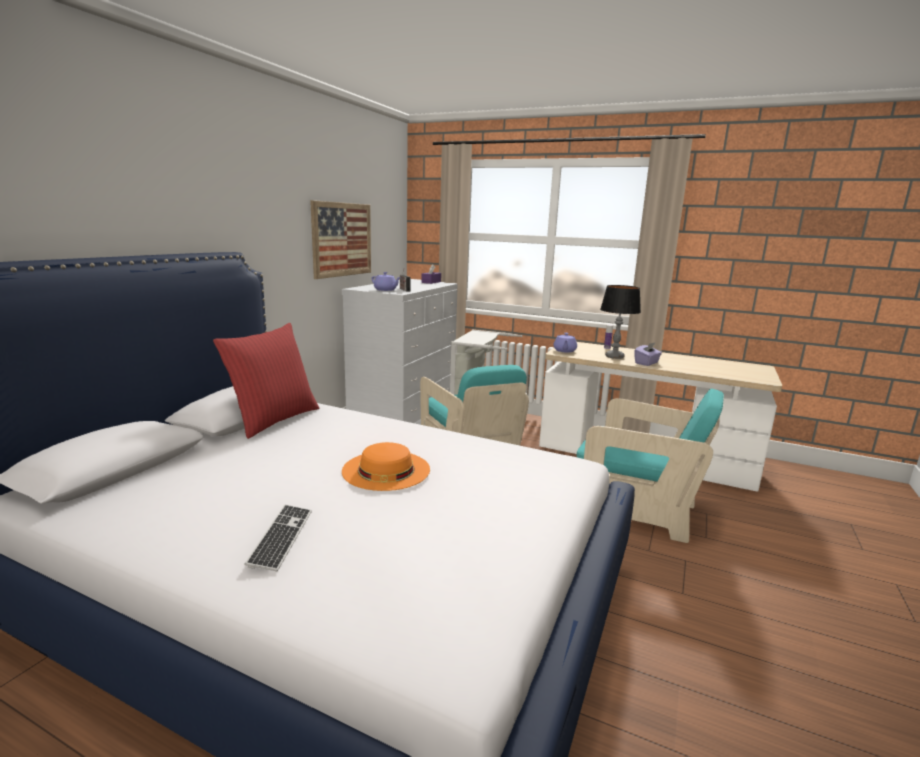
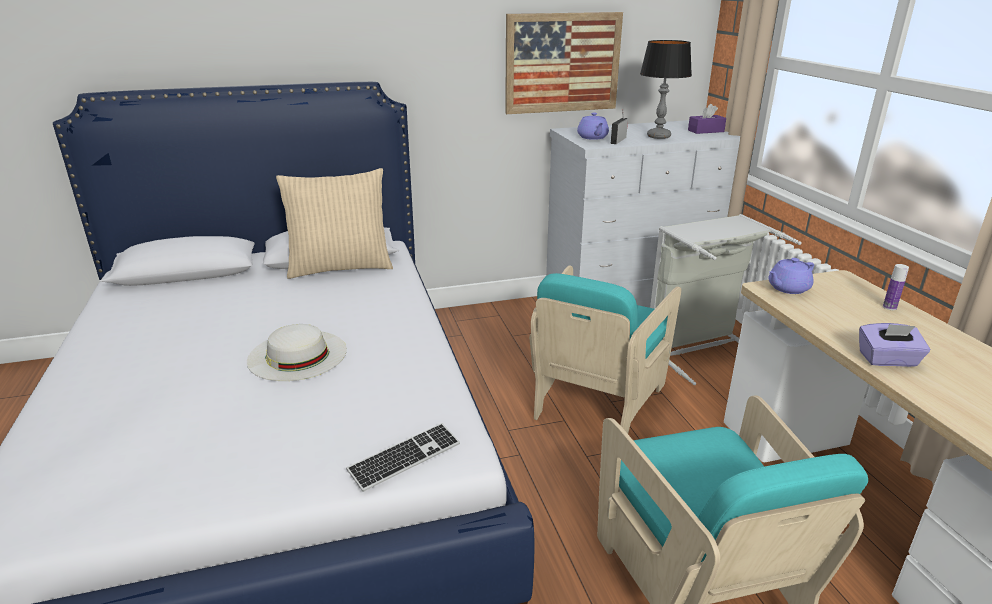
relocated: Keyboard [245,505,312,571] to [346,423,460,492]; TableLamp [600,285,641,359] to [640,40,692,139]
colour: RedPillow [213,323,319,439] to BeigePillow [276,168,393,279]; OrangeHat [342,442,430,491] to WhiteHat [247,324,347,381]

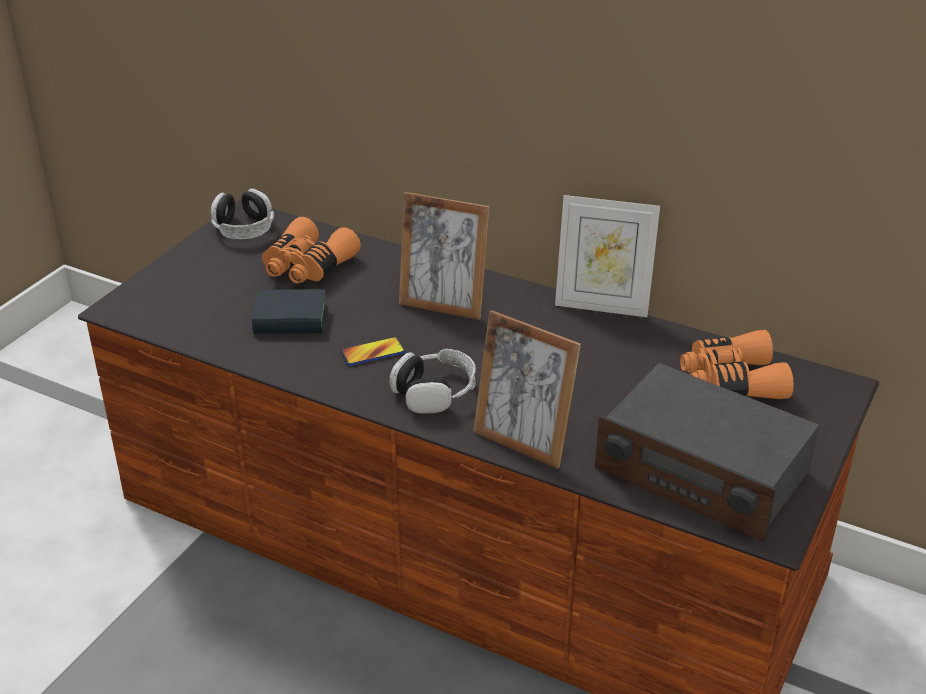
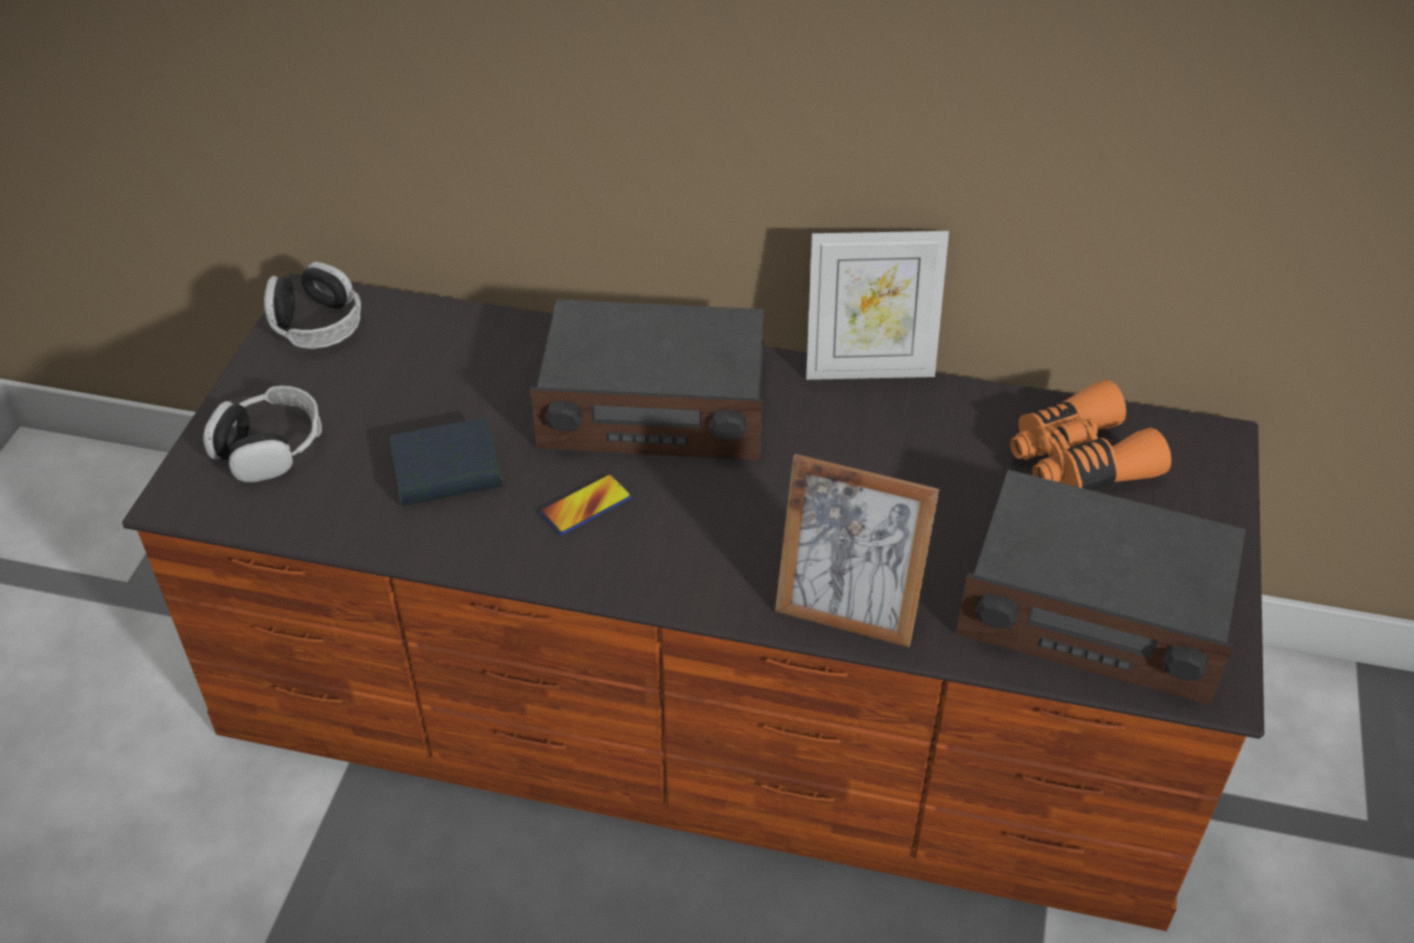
missing: OrangeBinoculars [262,217,361,284]
relocated: Headphones [390,349,476,414] to [203,385,322,482]
exchanged: PictureFrame [399,192,489,320] to Radio [530,299,764,460]

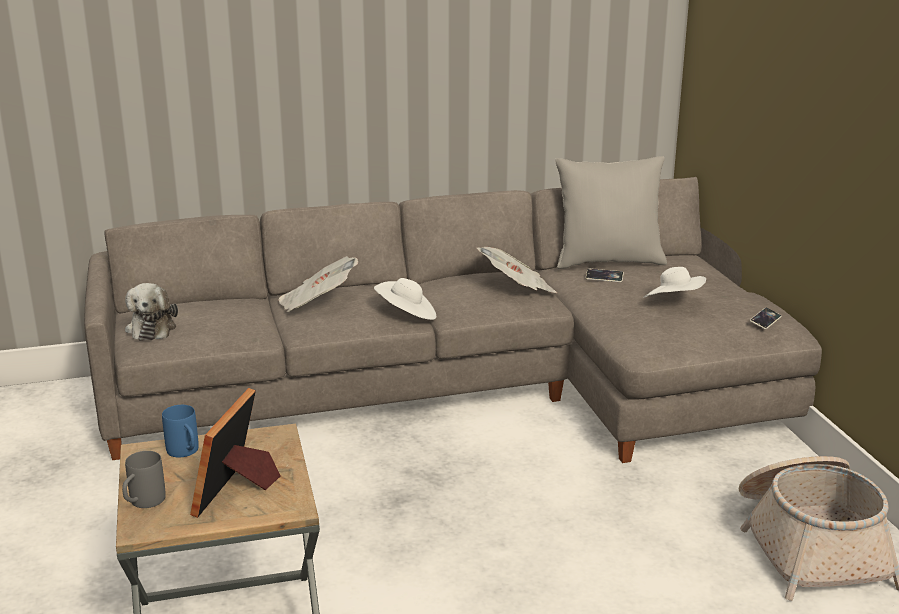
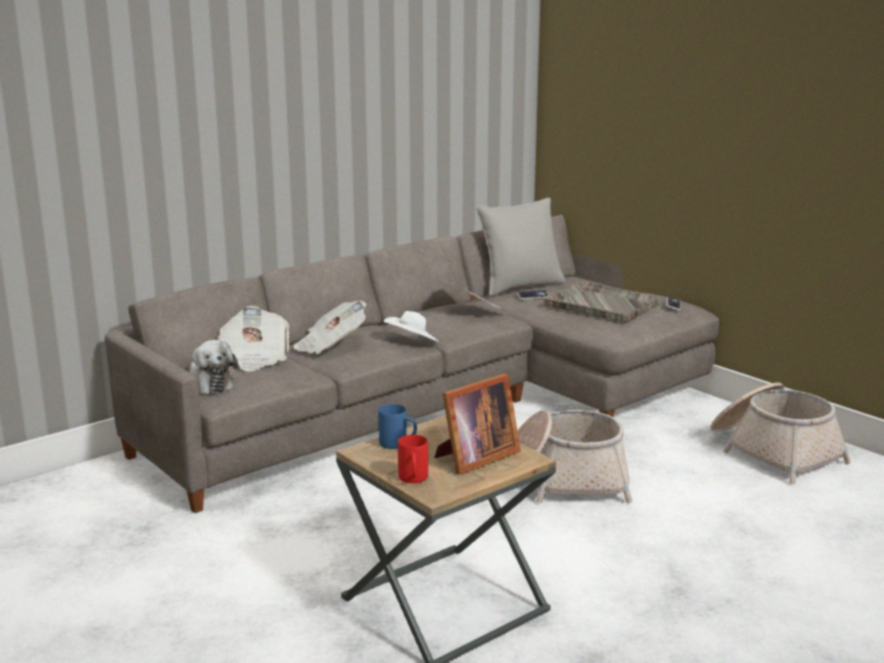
appeared: Newspaper [217,306,289,372]; Basket [517,410,633,503]
exchanged: WhiteHat [643,267,706,298] to GreyTray [545,281,661,322]
colour: GreyMug [122,451,166,508] to RedMug [398,435,428,483]
spun: PictureFrame [190,388,280,518] = [435,374,521,475] 120 degrees counterclockwise

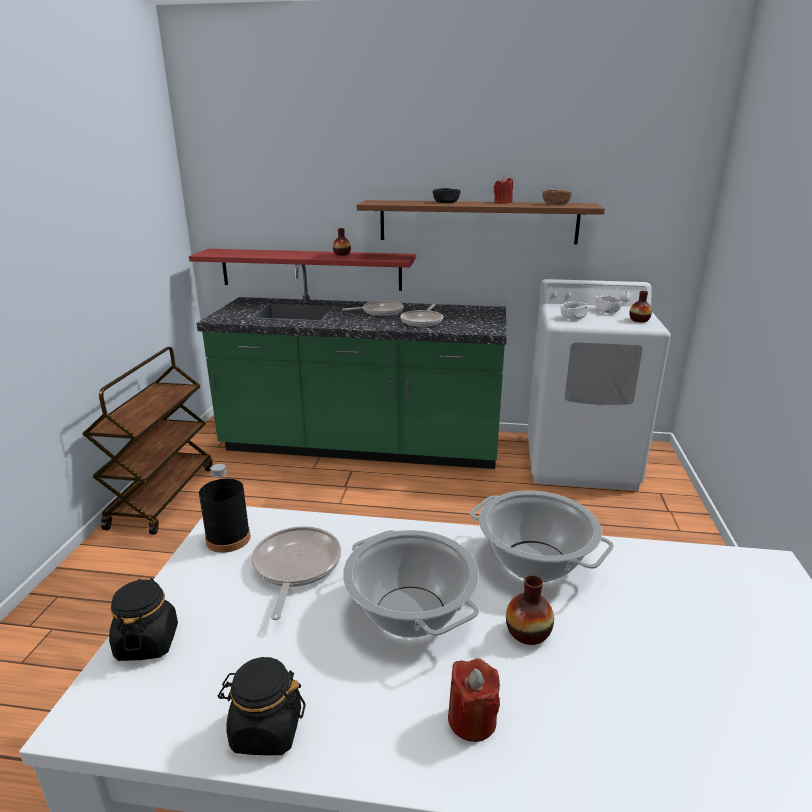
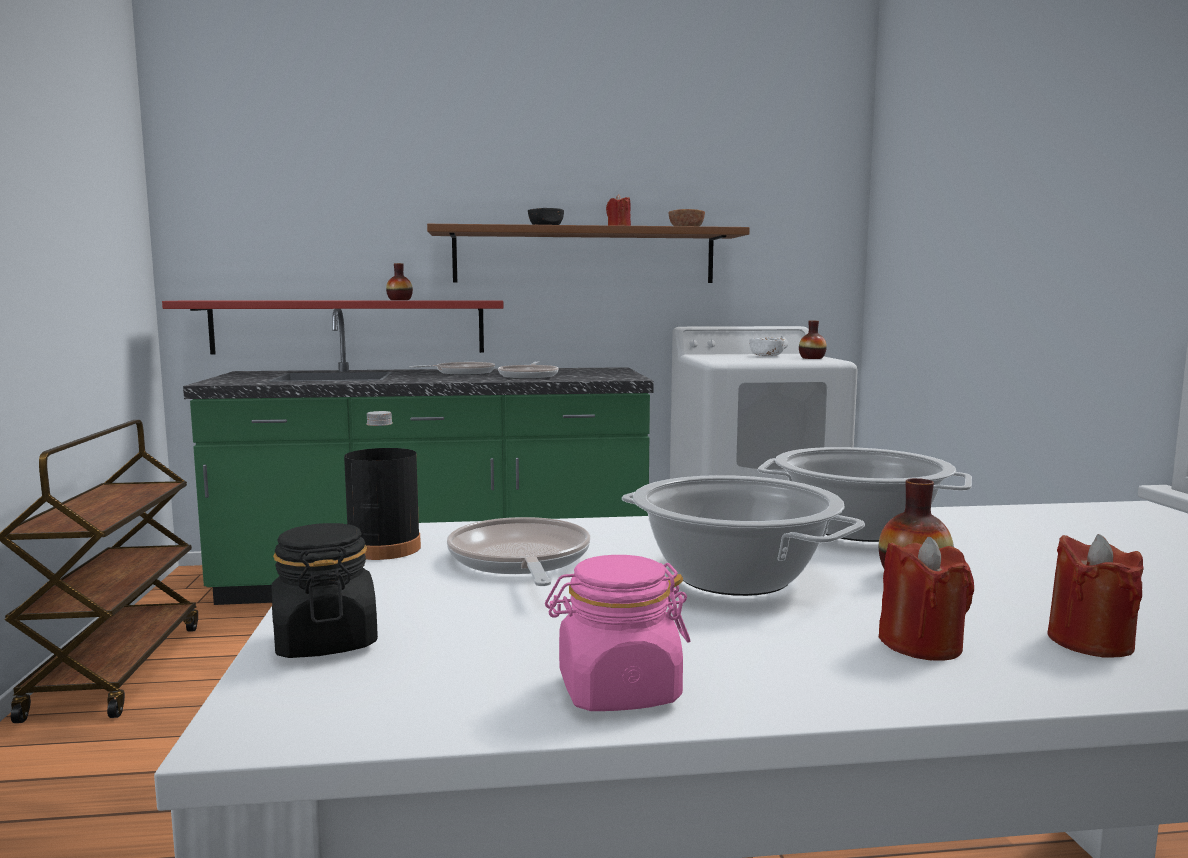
missing: WhiteBowl [561,301,589,319]
appeared: RedCandle [1048,534,1144,658]
colour: BlackJar [218,657,306,755] to PinkJar [545,555,690,711]

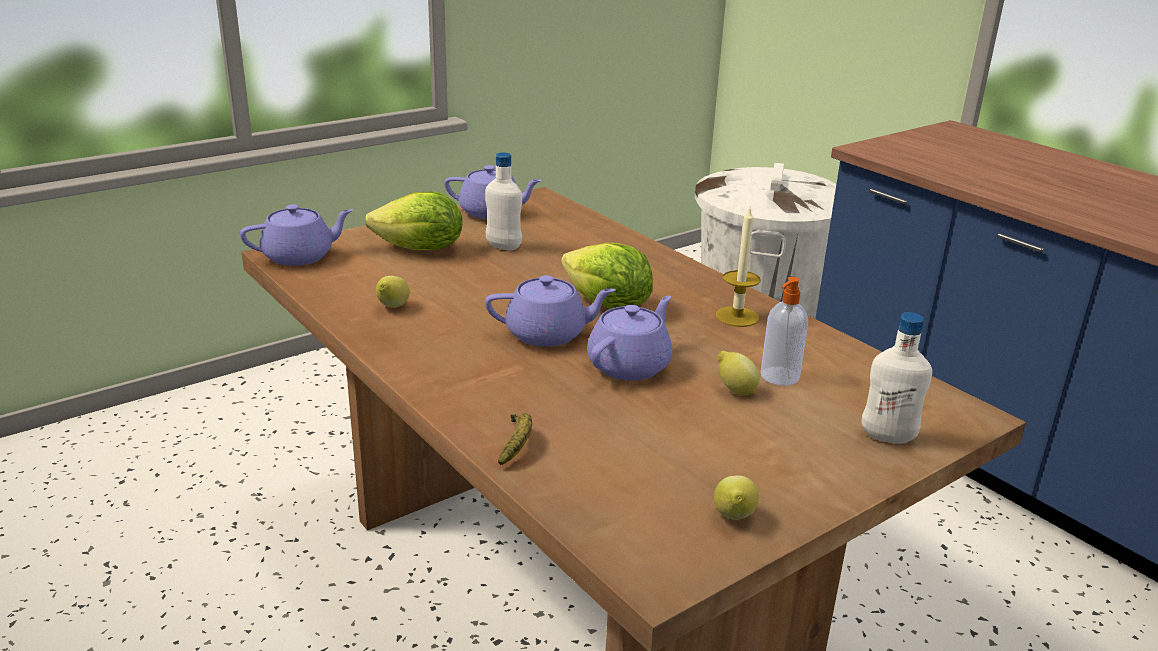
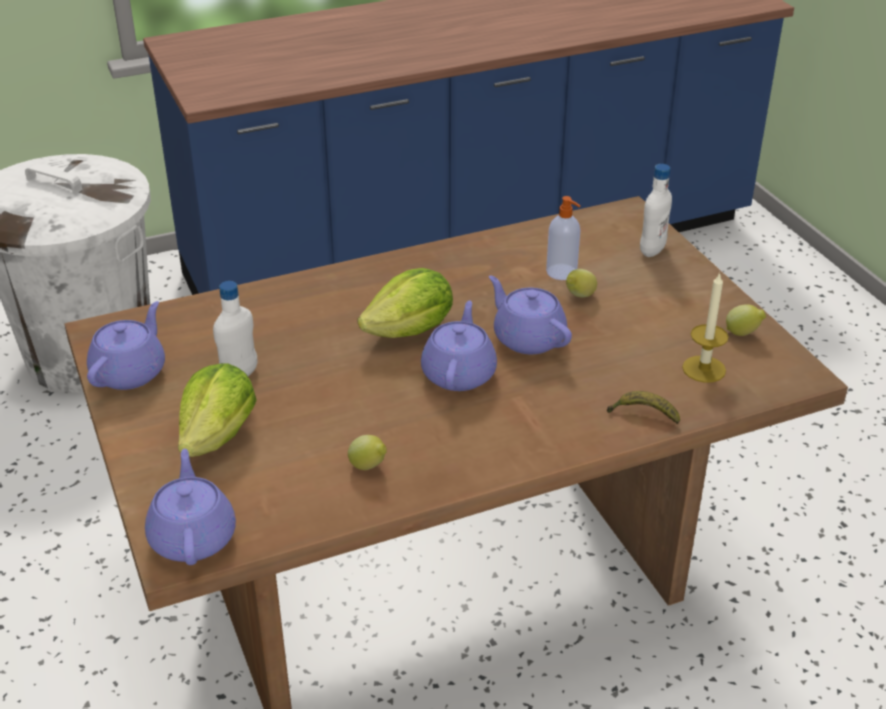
relocated: Candle [716,208,761,327] to [682,272,729,383]

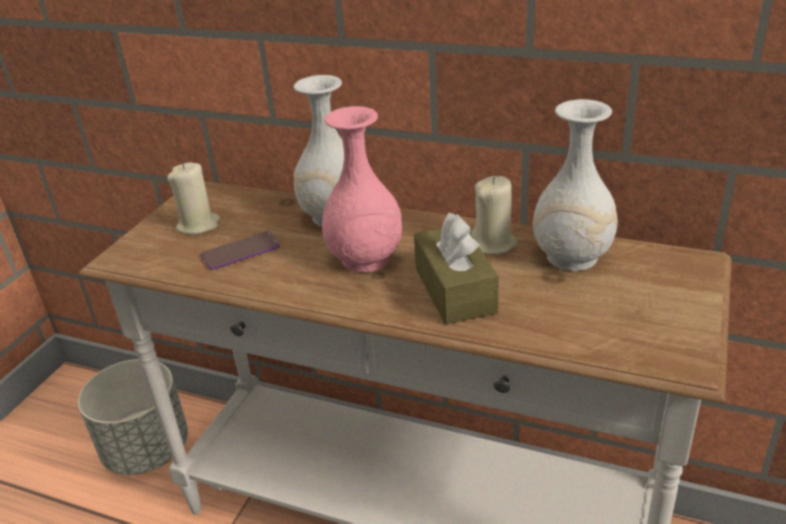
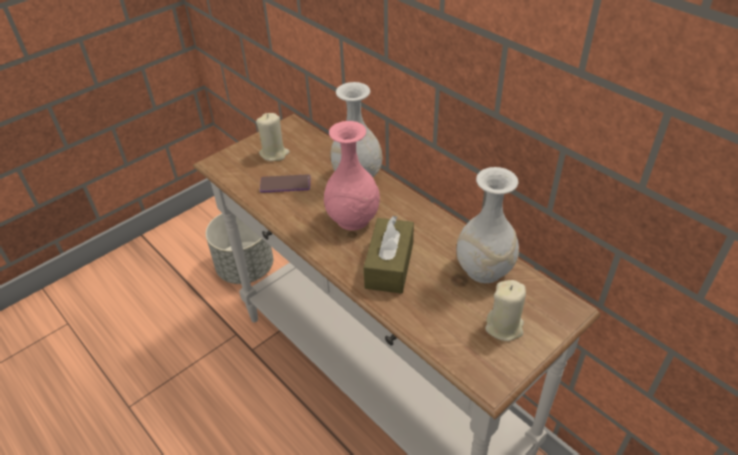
relocated: BeigeCandle [471,176,517,255] to [485,280,526,341]

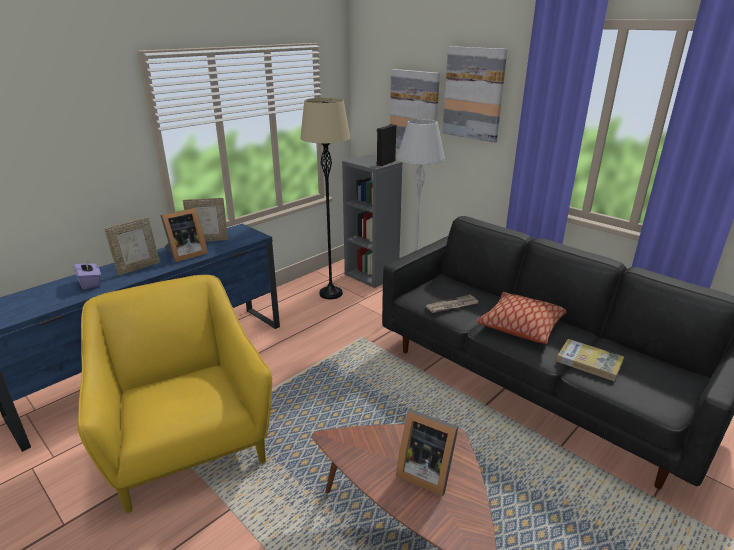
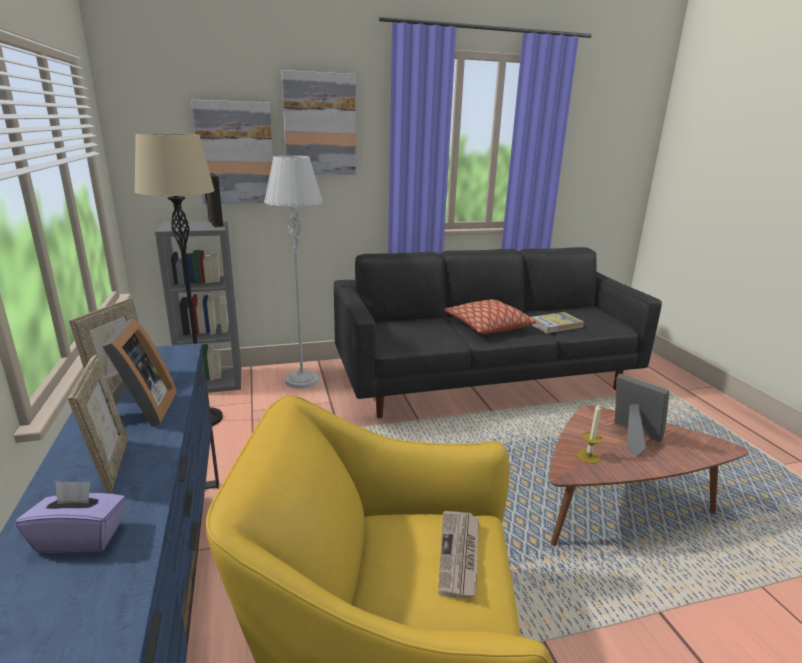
appeared: Candle [577,404,603,464]
relocated: Newspaper [426,295,479,313] to [438,511,479,599]
spun: PictureFrame [396,409,458,496] = [615,374,669,457] 105 degrees counterclockwise

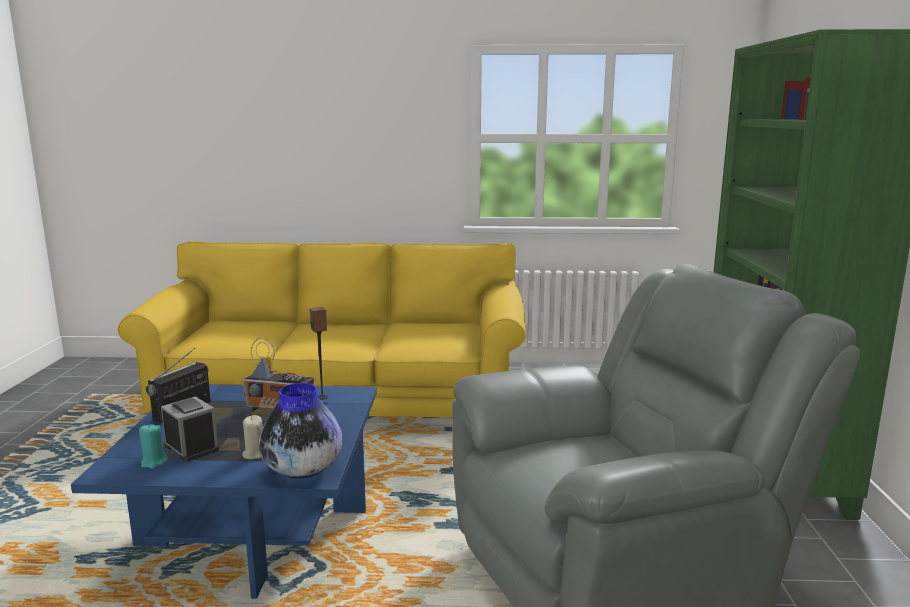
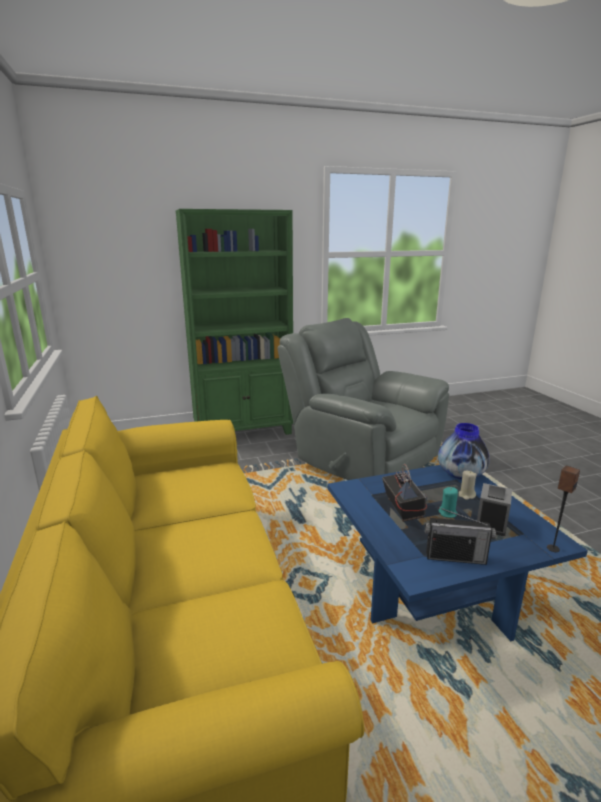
relocated: TurquoiseCandle [139,424,168,469] to [439,487,458,518]; Speaker [310,307,328,400] to [547,465,580,552]

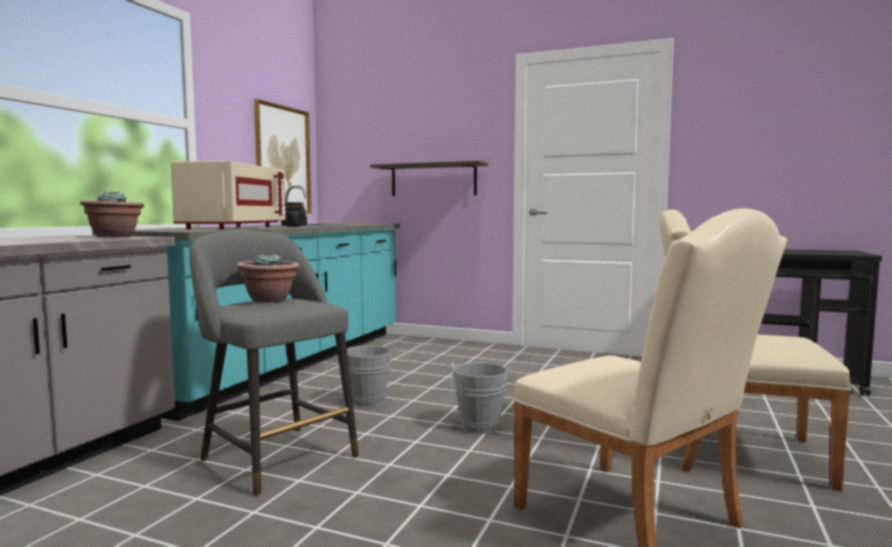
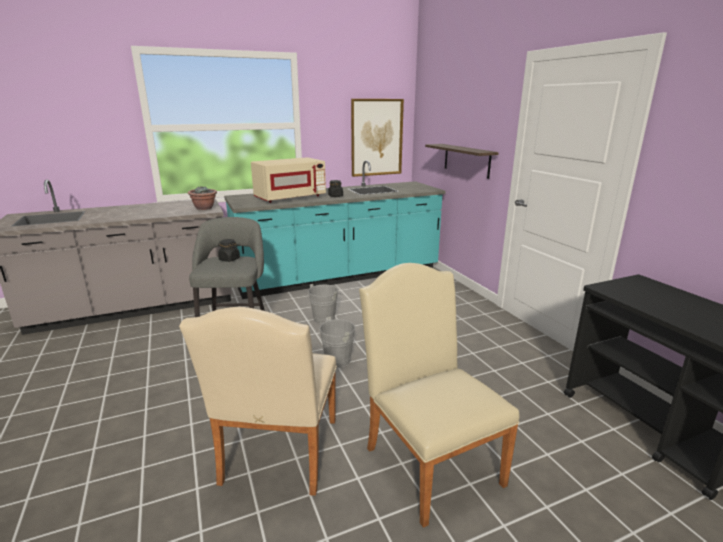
exchanged: PottedPlant [237,252,300,303] to BlackJar [218,239,240,262]

